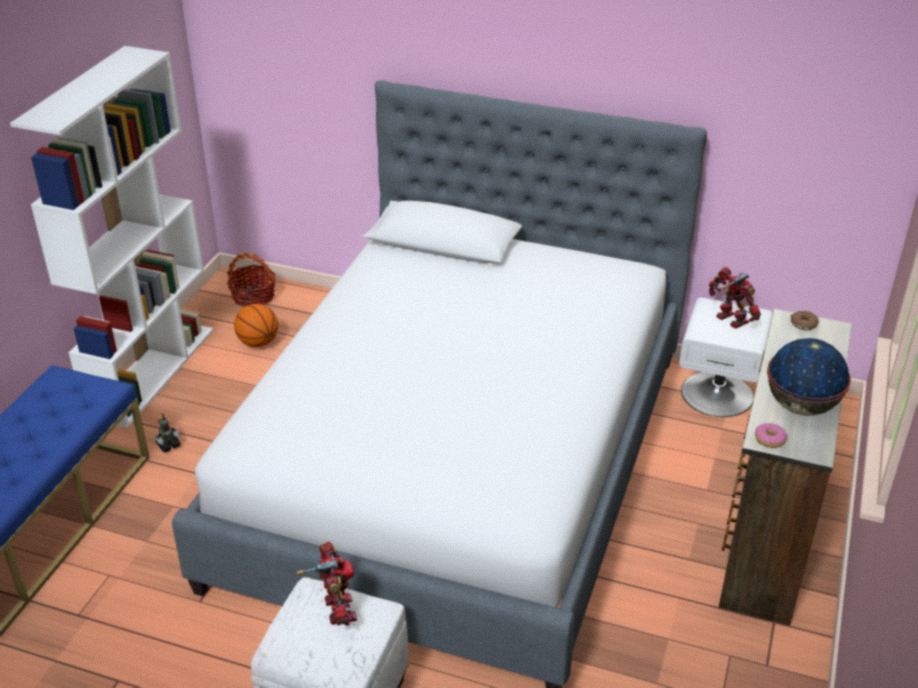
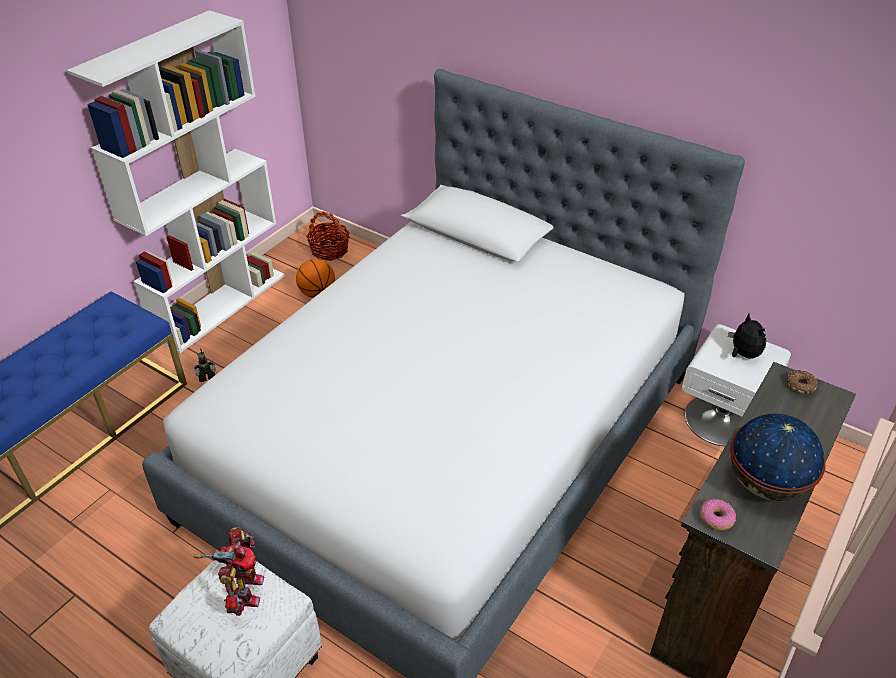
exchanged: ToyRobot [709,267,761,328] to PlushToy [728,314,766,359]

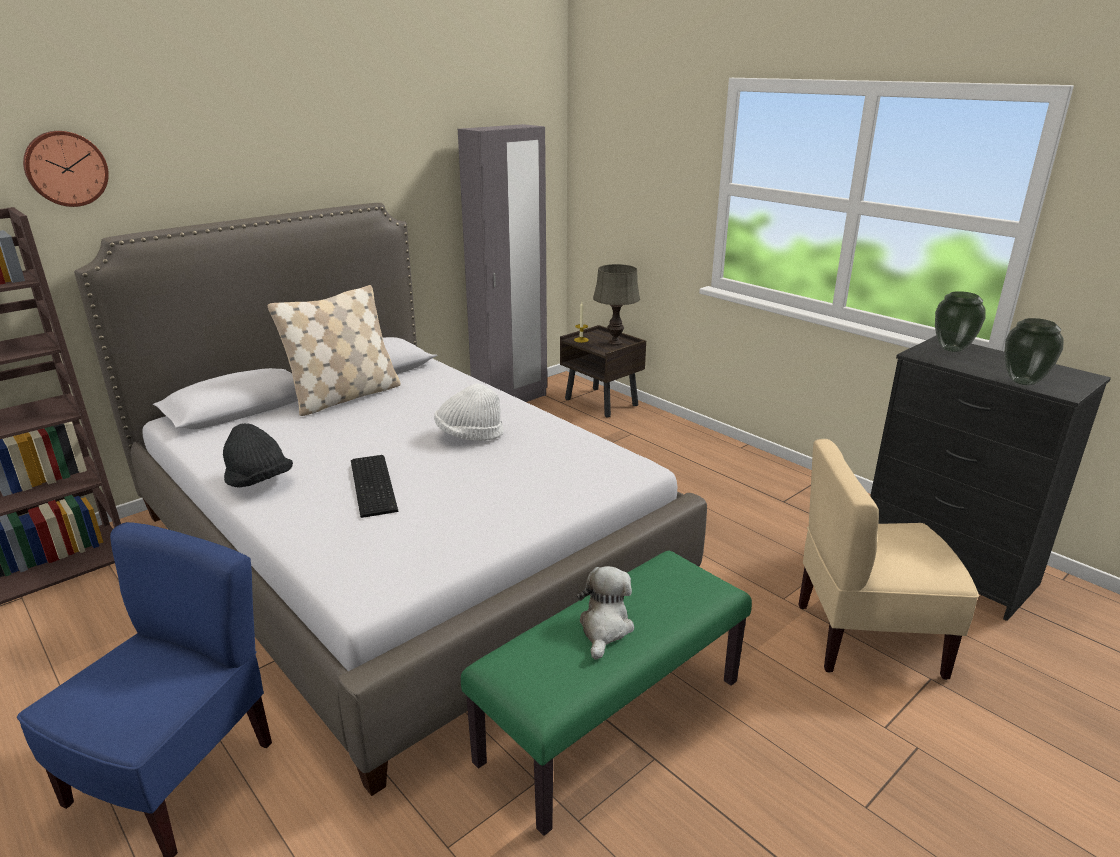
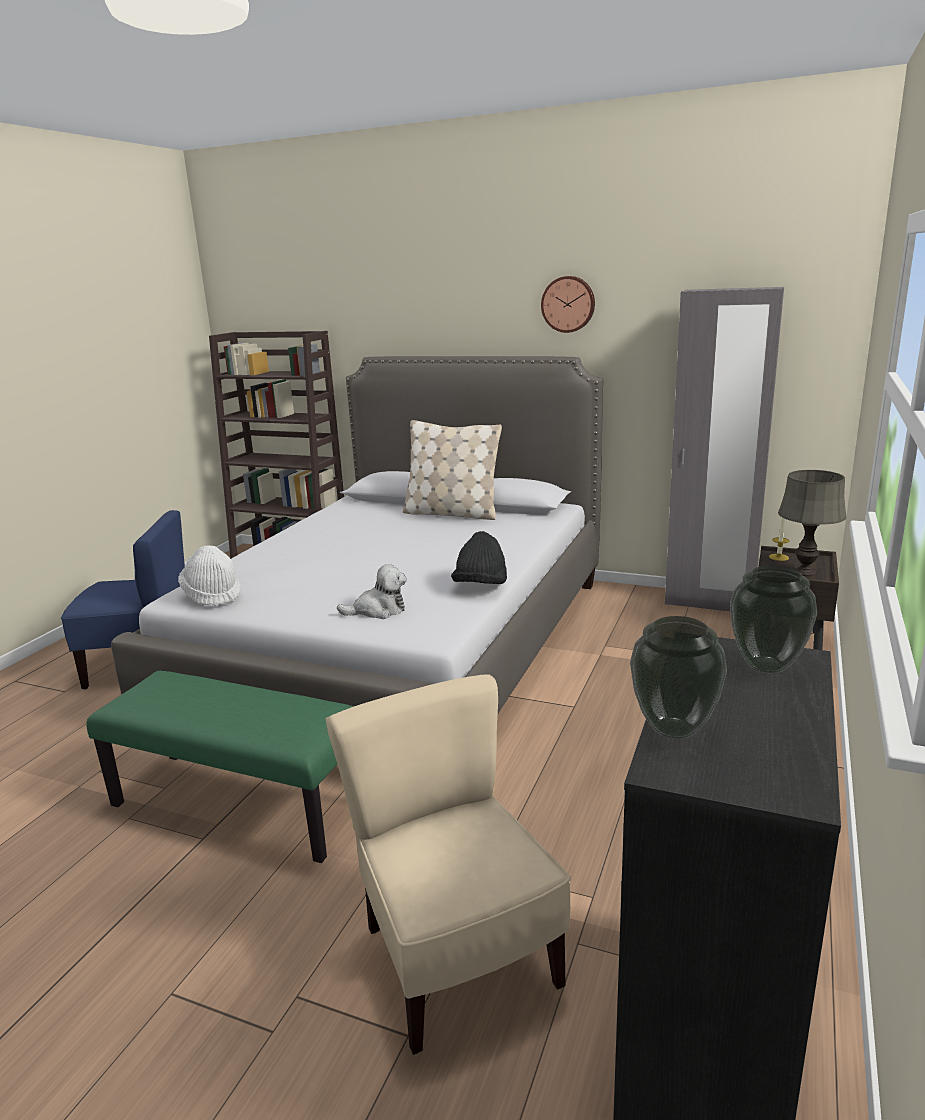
missing: Keyboard [351,455,398,518]
relocated: WallClock [23,131,109,207] to [541,276,595,333]; BlackHat [223,423,293,487] to [451,531,507,584]; WhiteHat [434,384,504,441] to [178,545,241,606]; PlushToy [577,566,634,660] to [337,564,407,619]

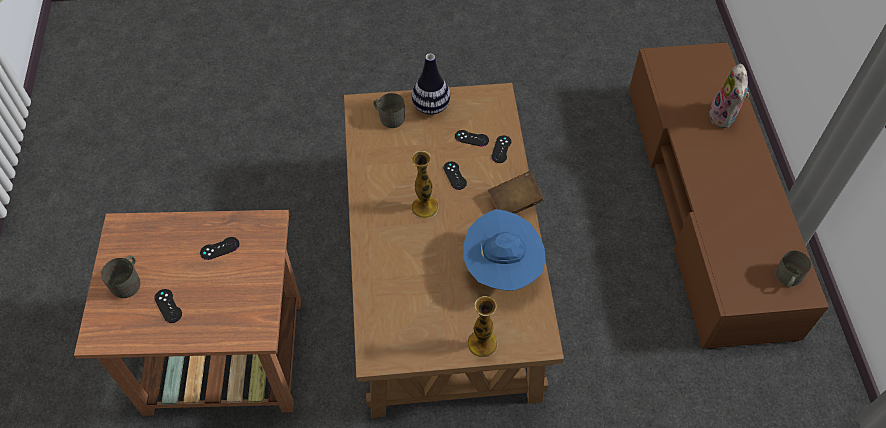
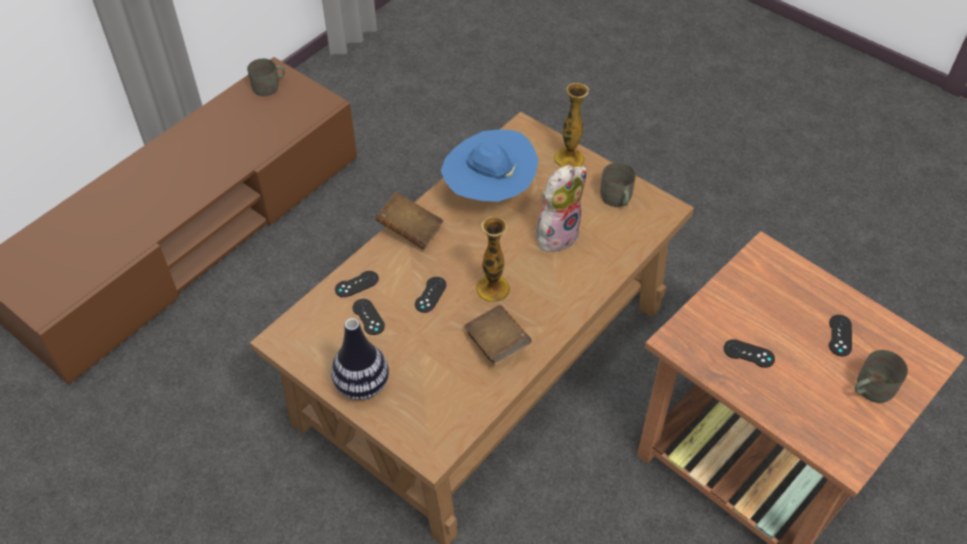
appeared: BrownBook [464,305,532,366]
relocated: GreyMug [373,93,405,128] to [600,163,636,207]; PlushToy [709,64,750,128] to [536,165,587,252]

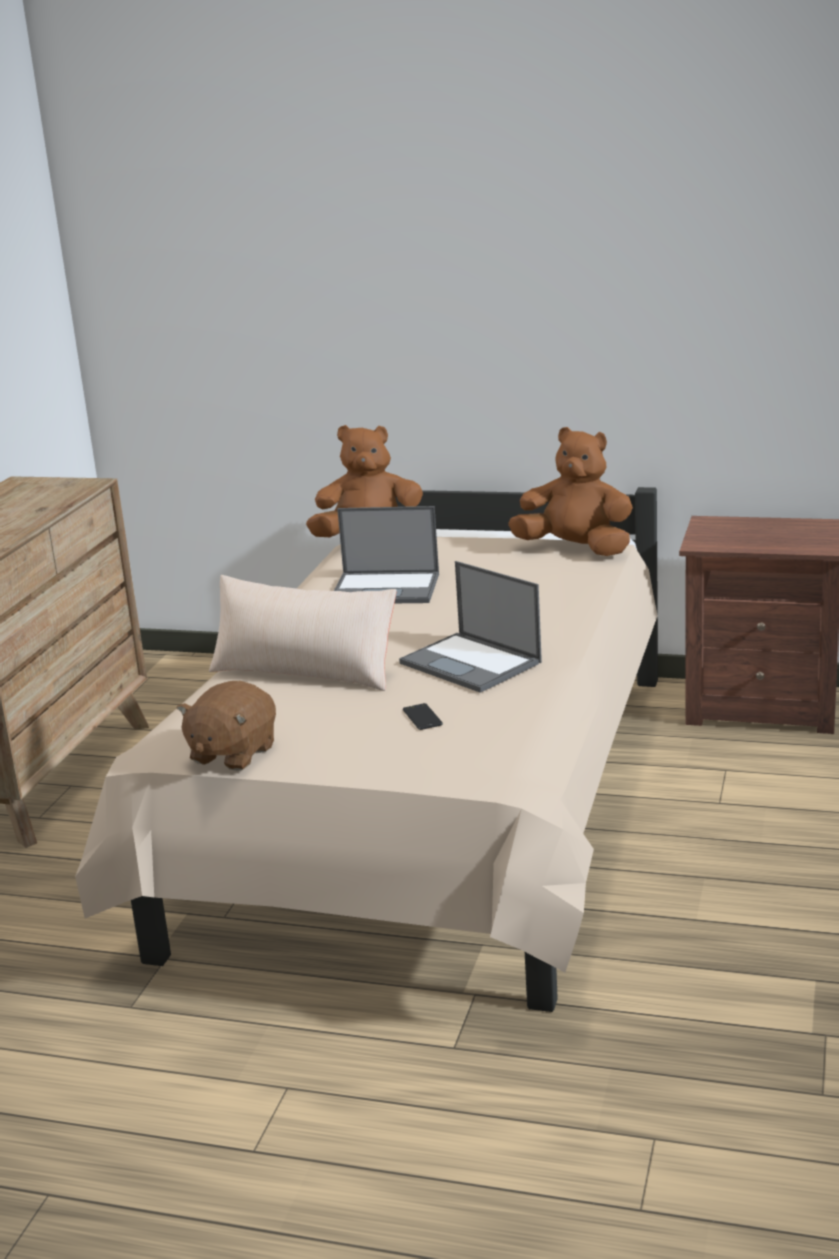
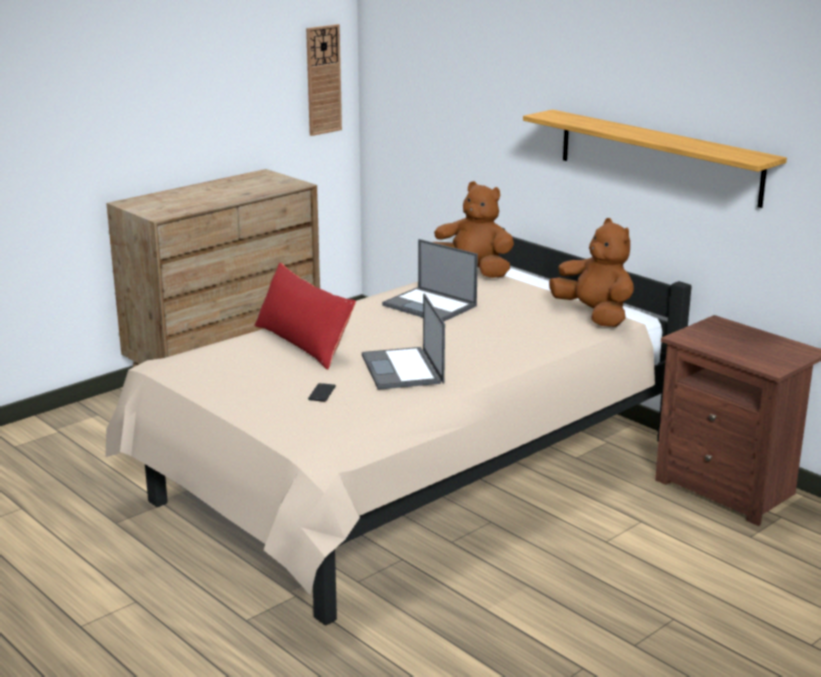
missing: BrownPlushToy [177,681,276,771]
appeared: WallClock [306,24,342,136]; Shelf [523,109,787,208]
colour: BeigePillow [209,575,397,691] to RedPillow [254,263,356,370]

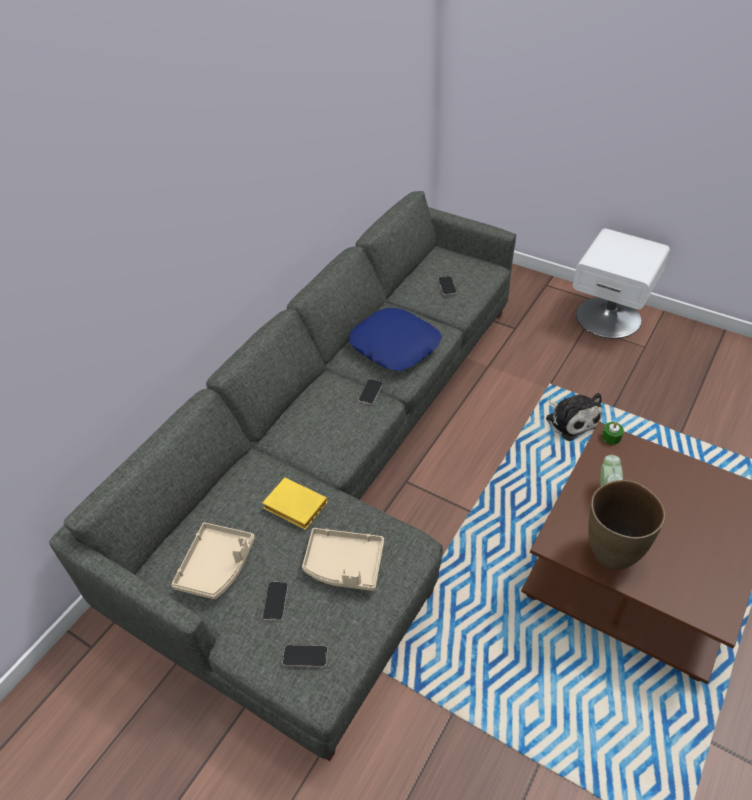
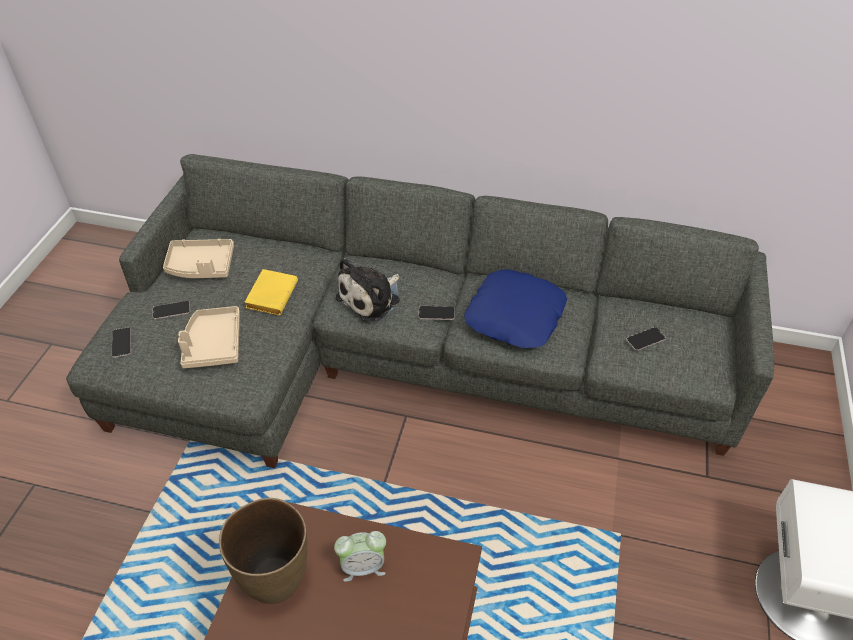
missing: GreenCandle [602,422,624,445]
relocated: PlushToy [546,393,602,441] to [335,258,400,322]

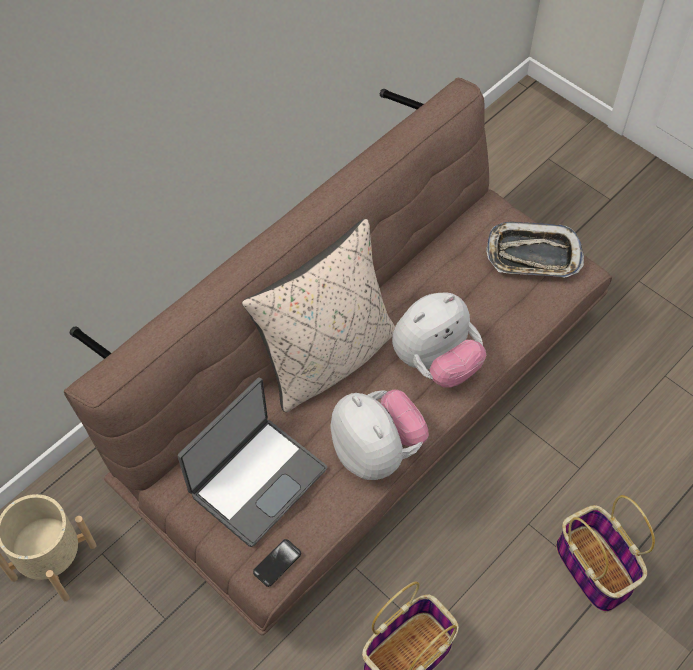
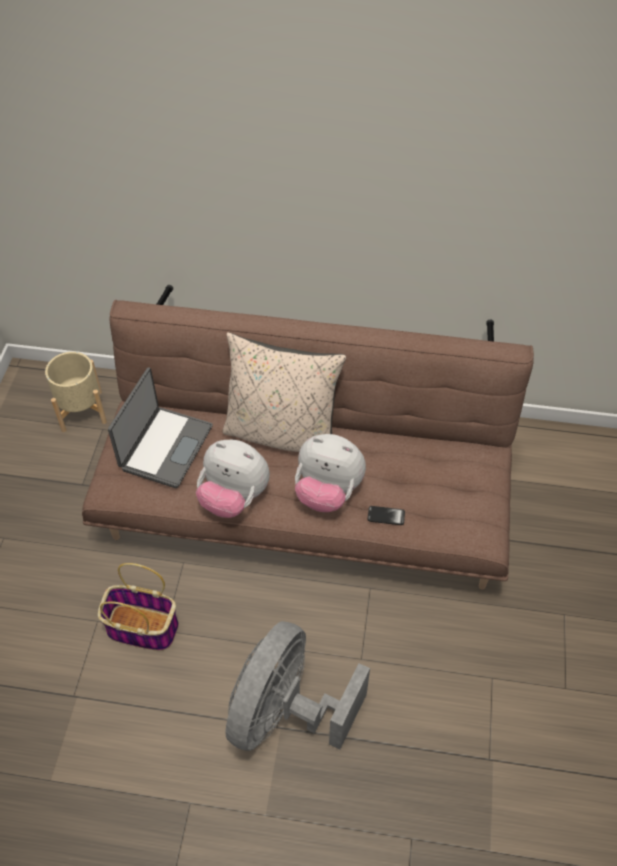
missing: Tray [486,222,584,278]
relocated: Phone [253,539,301,587] to [367,506,405,525]
exchanged: Basket [556,495,655,612] to GreyFan [225,621,370,751]
spun: Laptop [178,377,328,547] = [108,367,213,488] 75 degrees counterclockwise; PlushToy [331,390,429,480] = [196,440,270,518] 90 degrees clockwise

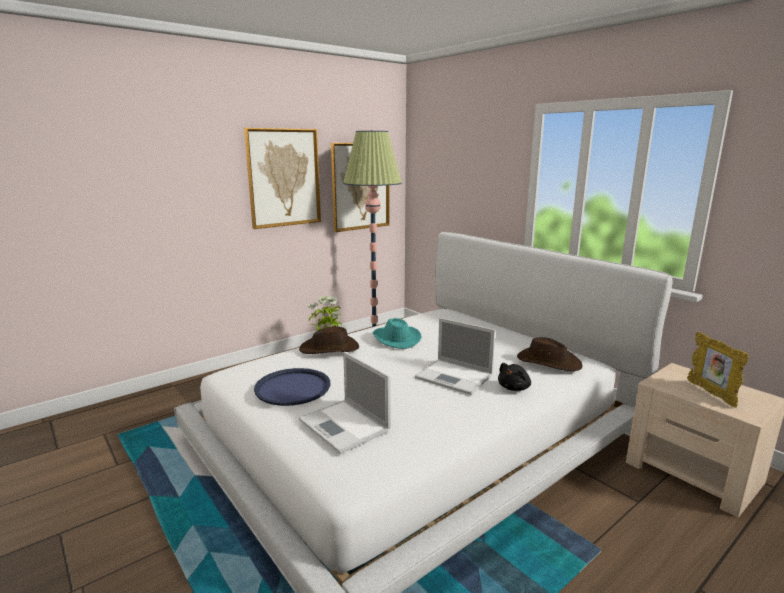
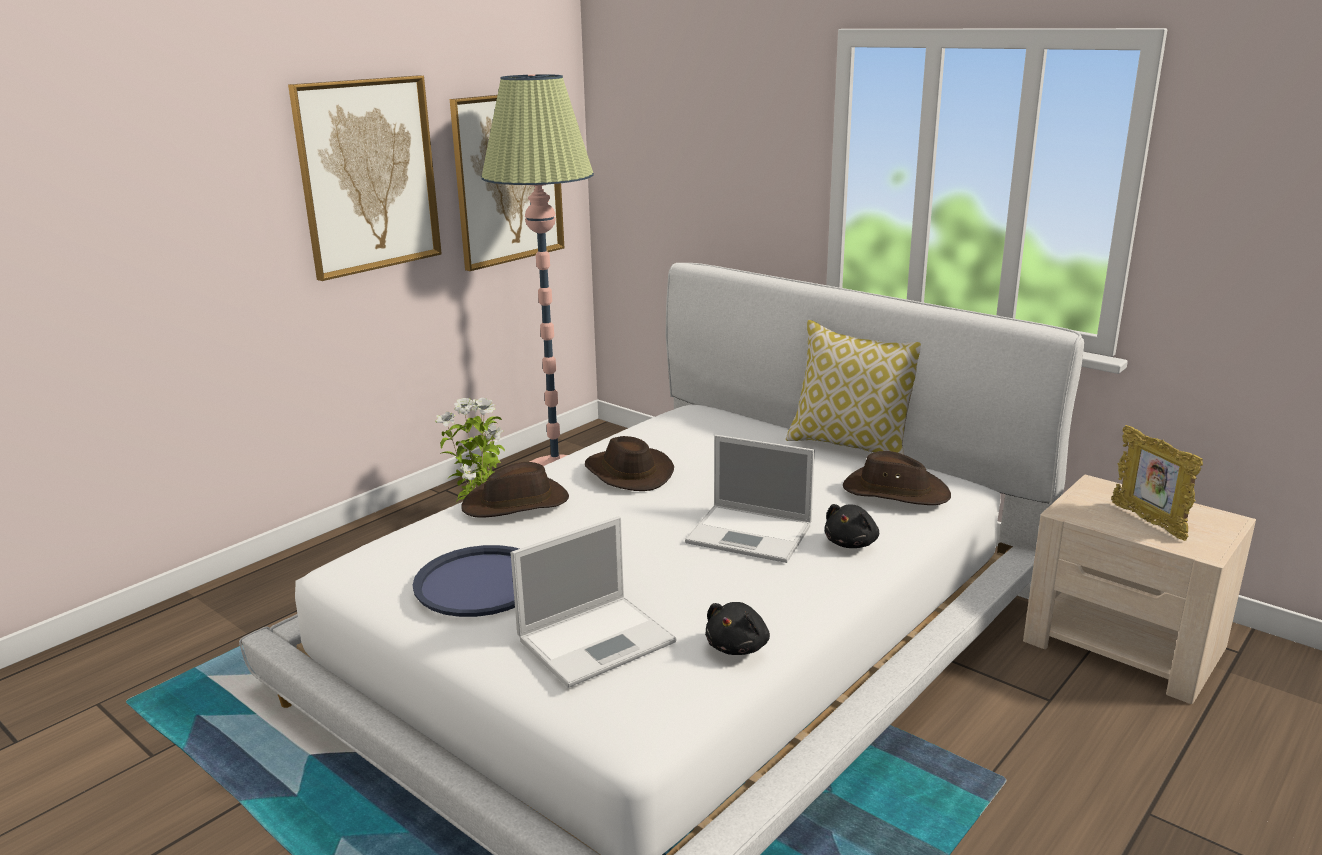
appeared: BlackPlushToy [705,602,770,655]; Pillow [786,320,921,455]
colour: TurquoiseHat [373,318,422,349] to BrownHat [585,436,674,491]
spun: Laptop [299,352,391,454] = [511,516,677,688] 75 degrees counterclockwise

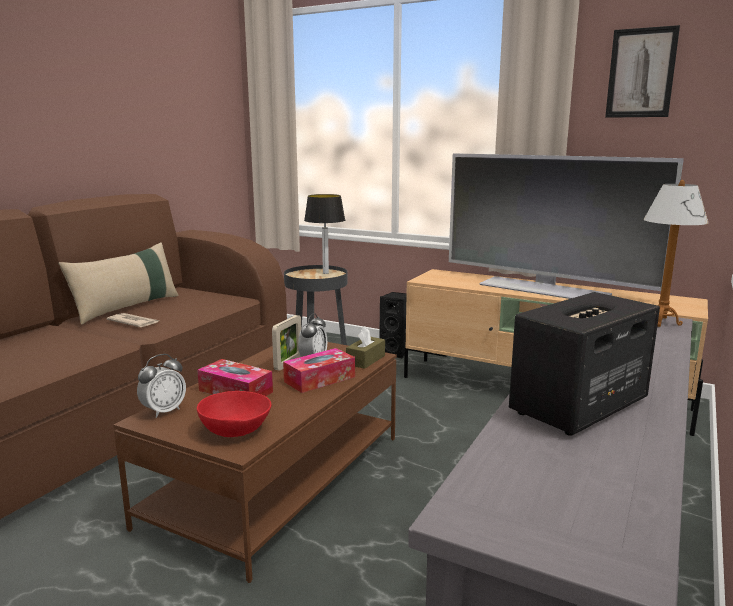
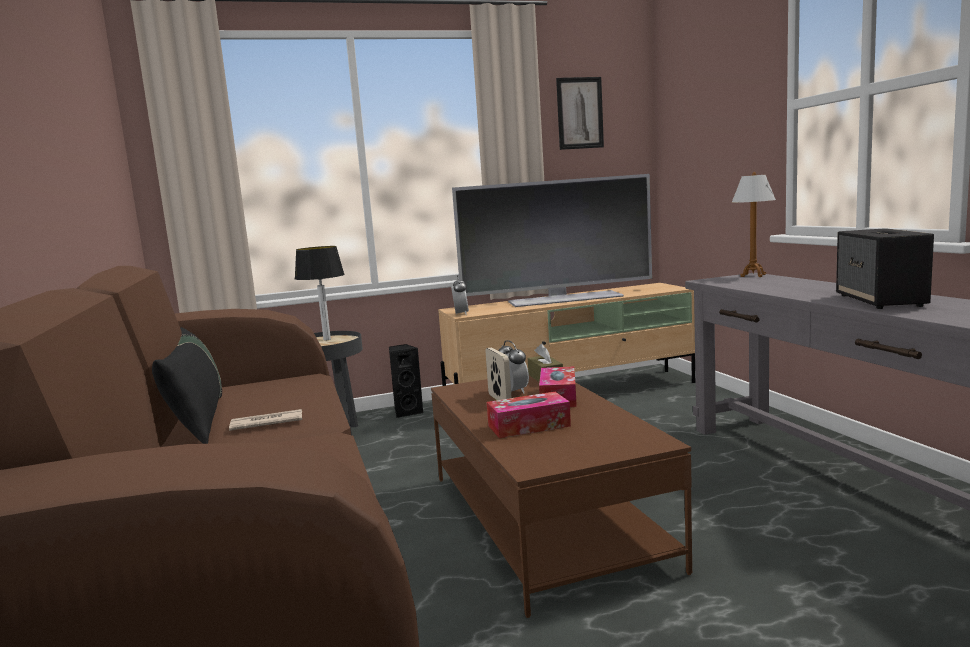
missing: RedBowl [197,391,271,437]
relocated: AlarmClock [137,354,186,418] to [451,275,469,315]
colour: BeigePillow [58,242,179,325] to BlackPillow [152,327,222,444]

